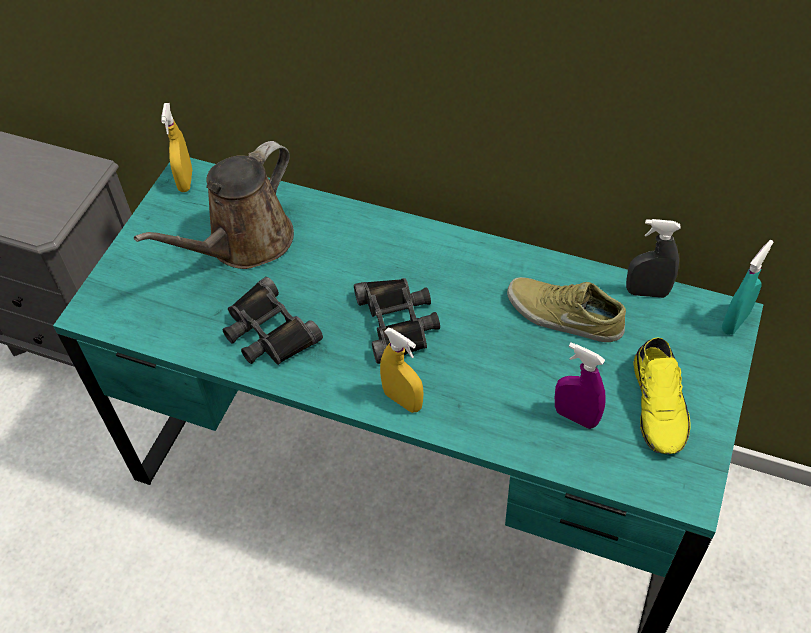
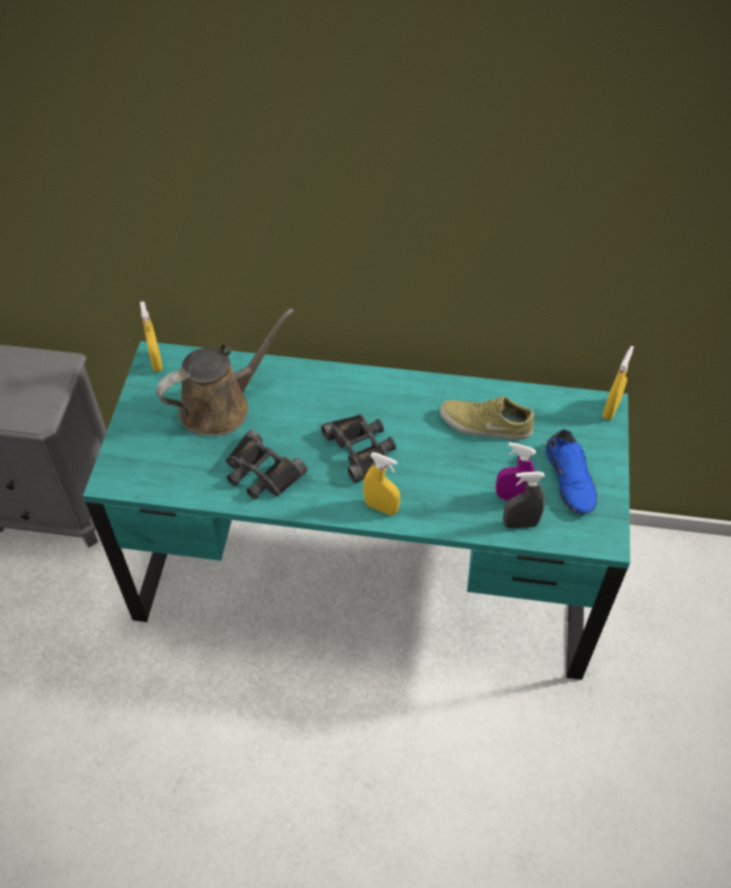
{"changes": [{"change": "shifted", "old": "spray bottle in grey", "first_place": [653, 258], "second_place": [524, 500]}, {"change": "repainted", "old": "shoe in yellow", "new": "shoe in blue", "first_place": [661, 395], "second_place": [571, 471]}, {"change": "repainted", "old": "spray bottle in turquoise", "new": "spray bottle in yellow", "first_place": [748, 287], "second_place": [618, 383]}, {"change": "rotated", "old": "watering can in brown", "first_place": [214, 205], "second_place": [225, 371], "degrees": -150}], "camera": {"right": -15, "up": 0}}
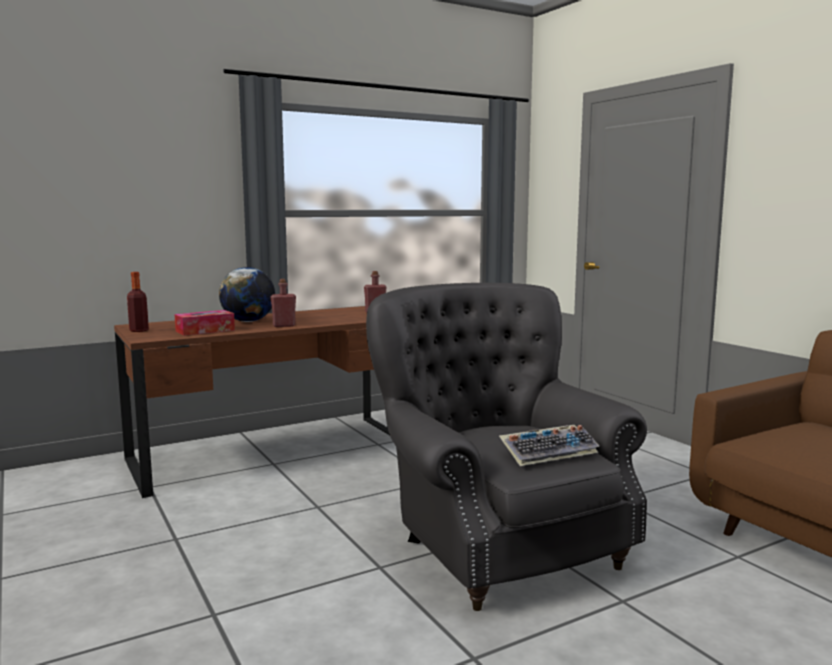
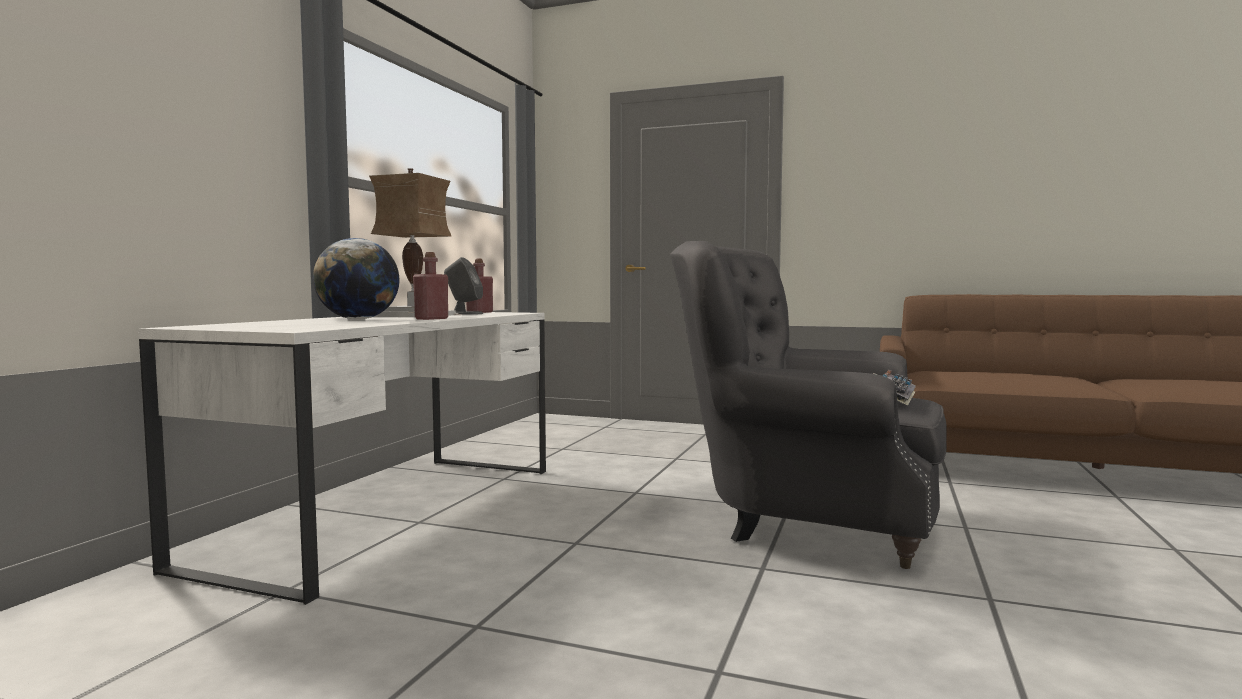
{"changes": [{"change": "gone", "old": "bottle", "first_place": [138, 302]}, {"change": "gone", "old": "tissue box", "first_place": [204, 323]}, {"change": "new", "new": "table lamp", "second_place": [416, 242]}, {"change": "new", "new": "speaker in grey", "second_place": [463, 286]}, {"change": "repainted", "old": "desk in brown", "new": "desk in white", "first_place": [252, 402], "second_place": [342, 458]}], "camera": {"right": -40, "up": -5}}
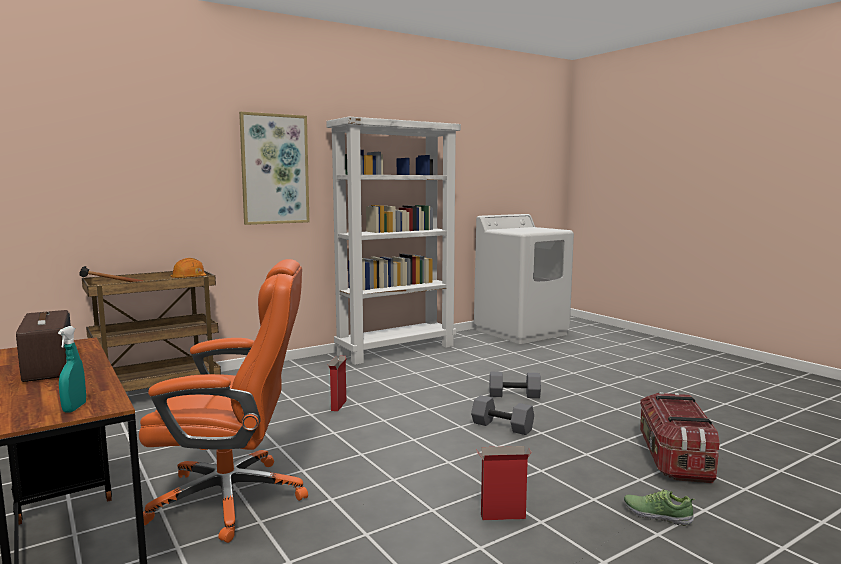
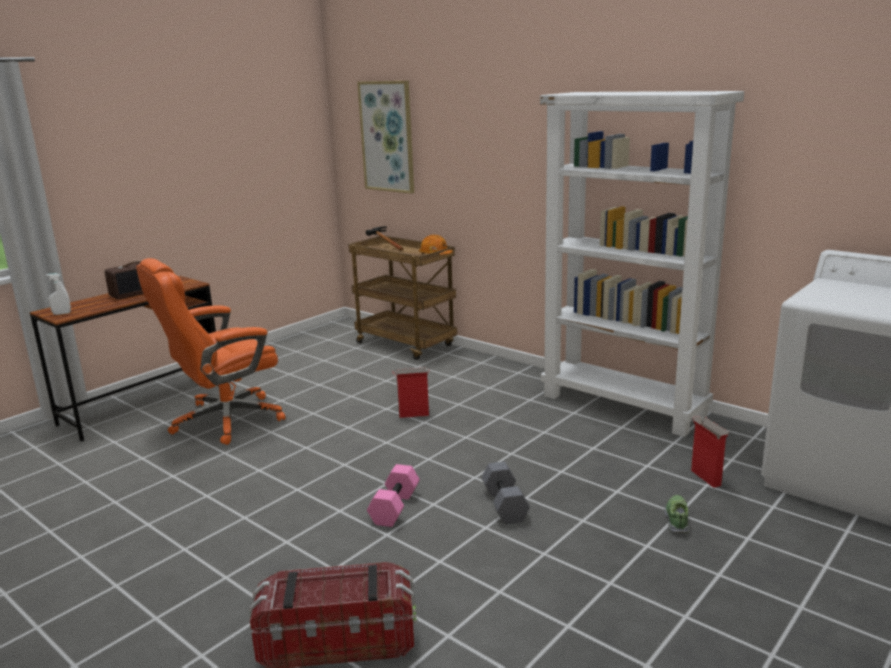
{"changes": [{"change": "shifted", "old": "picture", "first_place": [274, 168], "second_place": [385, 137]}, {"change": "shifted", "old": "cardboard box", "first_place": [503, 483], "second_place": [710, 452]}, {"change": "shifted", "old": "shoe", "first_place": [659, 507], "second_place": [676, 514]}, {"change": "repainted", "old": "spray bottle in turquoise", "new": "spray bottle in white", "first_place": [72, 369], "second_place": [58, 294]}, {"change": "repainted", "old": "dumbbell in grey", "new": "dumbbell in pink", "first_place": [502, 415], "second_place": [393, 495]}, {"change": "rotated", "old": "office chair in orange", "first_place": [223, 401], "second_place": [210, 351], "degrees": 75}], "camera": {"right": 75, "up": 10}}
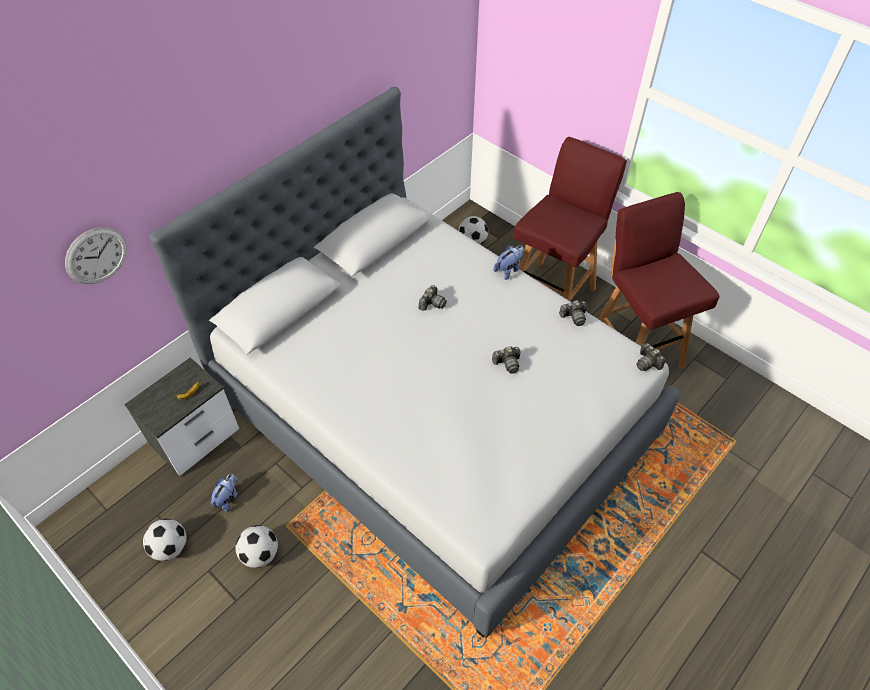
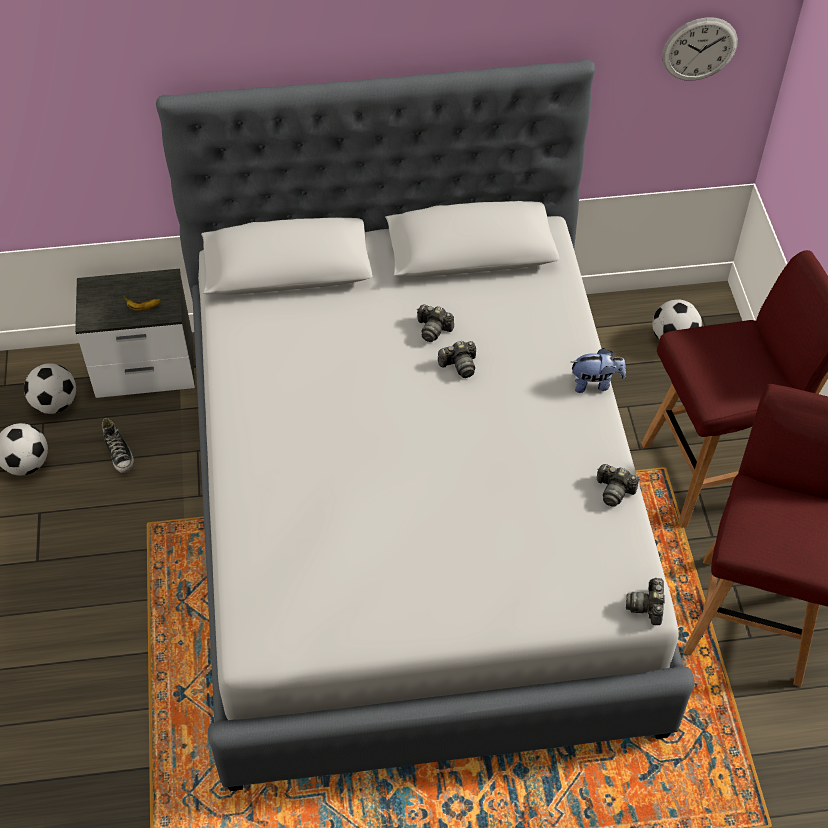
{"changes": [{"change": "shifted", "old": "wall clock", "first_place": [96, 255], "second_place": [700, 49]}, {"change": "shifted", "old": "football", "first_place": [257, 546], "second_place": [50, 388]}, {"change": "shifted", "old": "photo camera", "first_place": [506, 360], "second_place": [435, 323]}, {"change": "swapped", "old": "plush toy", "new": "shoe", "first_place": [224, 493], "second_place": [118, 445]}], "camera": {"right": 40, "up": 0}}
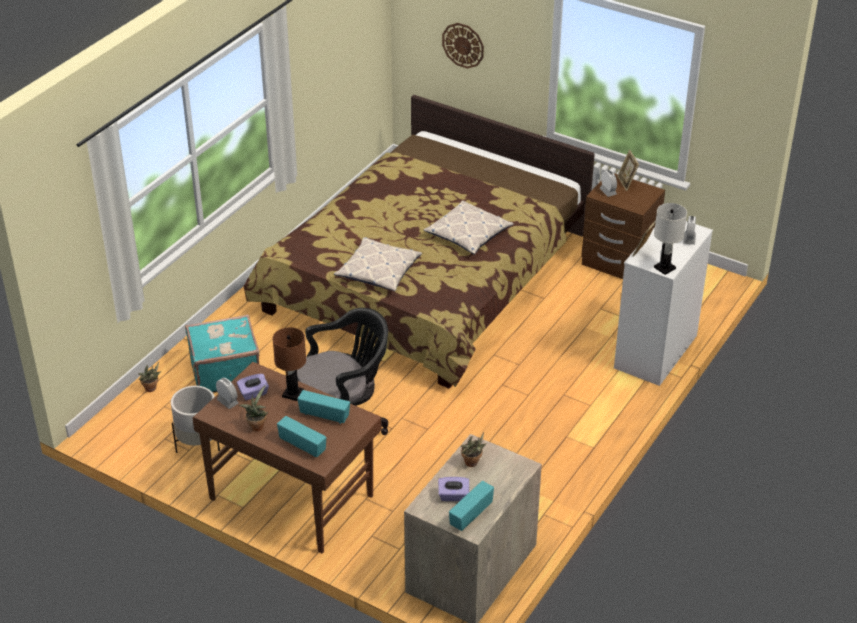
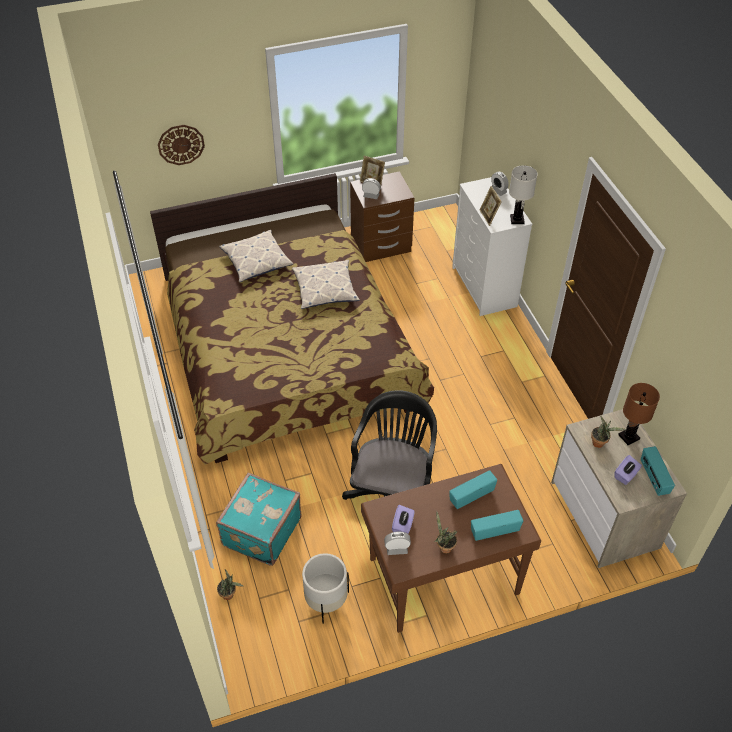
{"changes": [{"change": "shifted", "old": "table lamp in brown", "first_place": [289, 364], "second_place": [639, 414]}, {"change": "shifted", "old": "pillow", "first_place": [378, 264], "second_place": [256, 256]}], "camera": {"right": -50, "up": 10}}
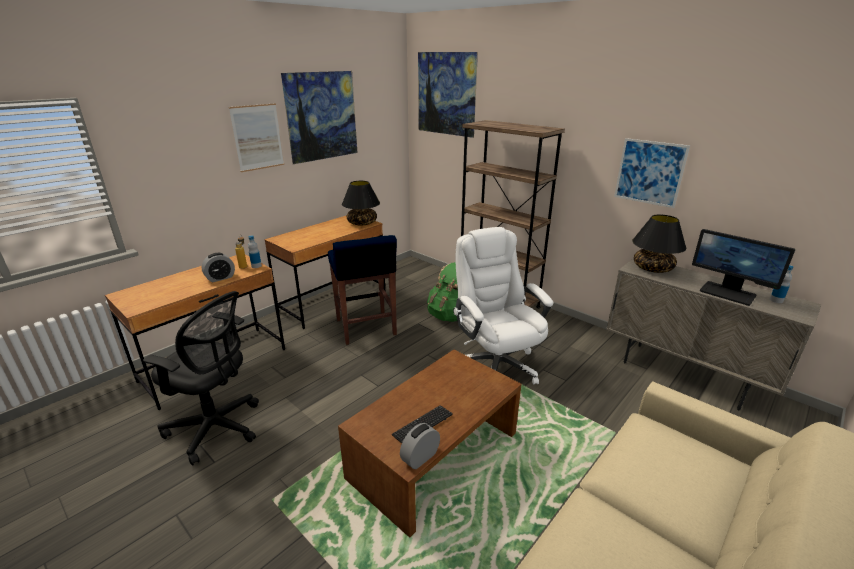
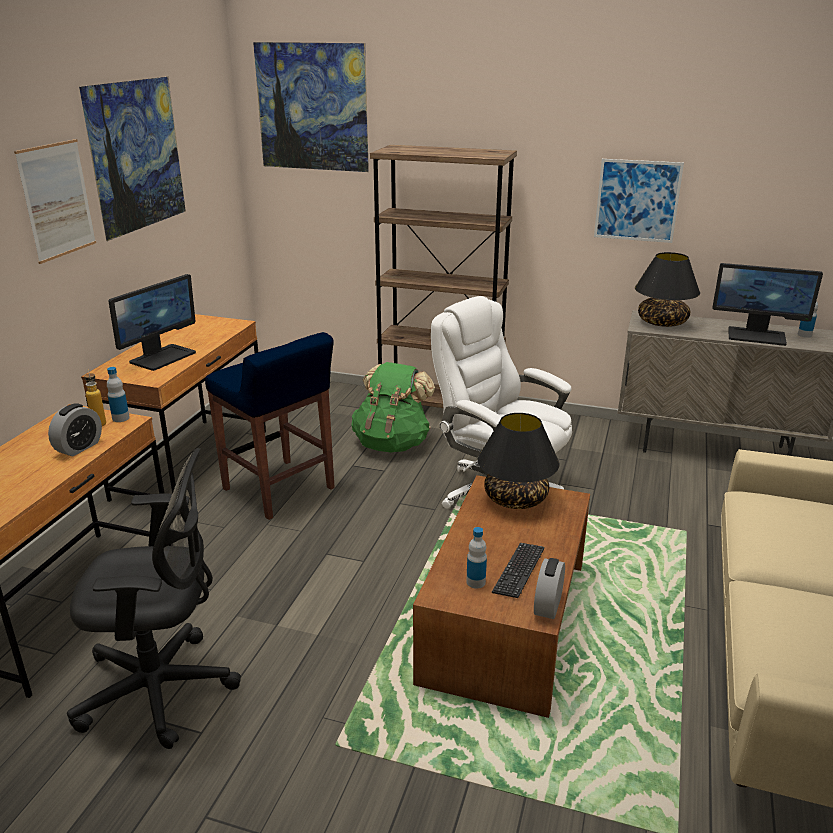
{"changes": [{"change": "new", "new": "monitor", "second_place": [152, 322]}, {"change": "new", "new": "bottle", "second_place": [476, 558]}, {"change": "shifted", "old": "table lamp in black", "first_place": [361, 203], "second_place": [519, 461]}], "camera": {"right": -25, "up": 0}}
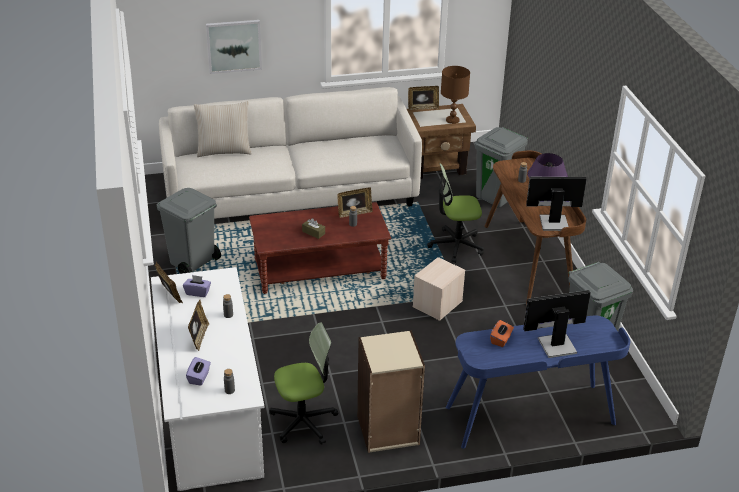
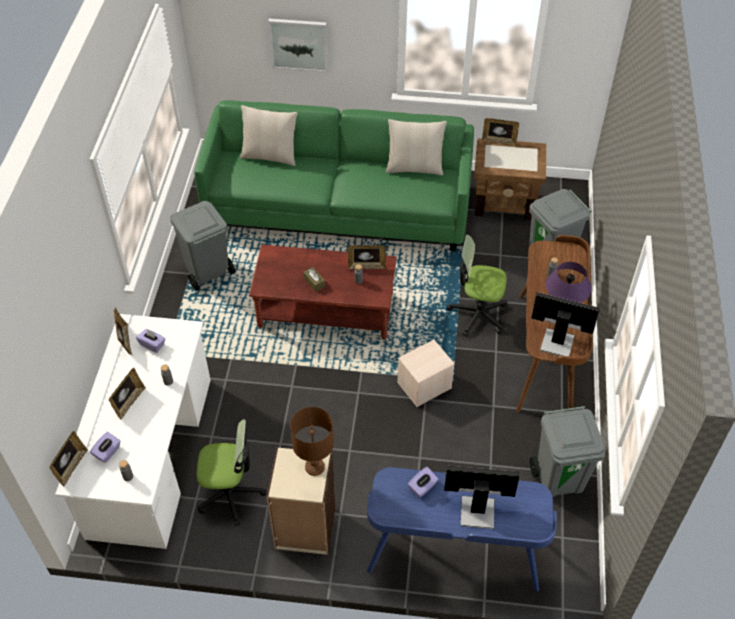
{"changes": [{"change": "new", "new": "picture frame", "second_place": [68, 458]}, {"change": "new", "new": "pillow in beige", "second_place": [416, 147]}, {"change": "shifted", "old": "table lamp in brown", "first_place": [455, 95], "second_place": [312, 441]}, {"change": "repainted", "old": "sofa in white", "new": "sofa in green", "first_place": [290, 153], "second_place": [334, 175]}, {"change": "repainted", "old": "tissue box in orange", "new": "tissue box in purple", "first_place": [502, 333], "second_place": [423, 482]}], "camera": {"right": 20, "up": 15}}
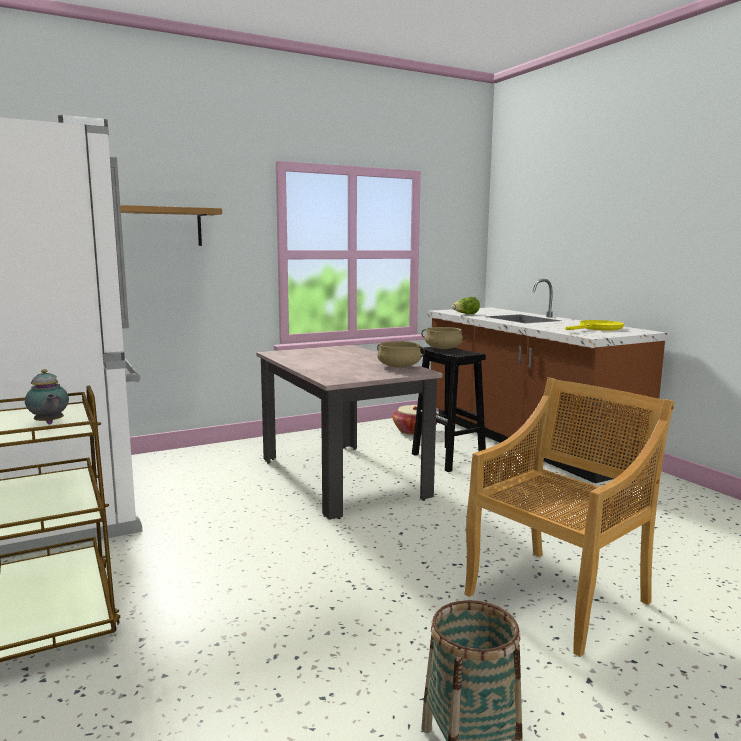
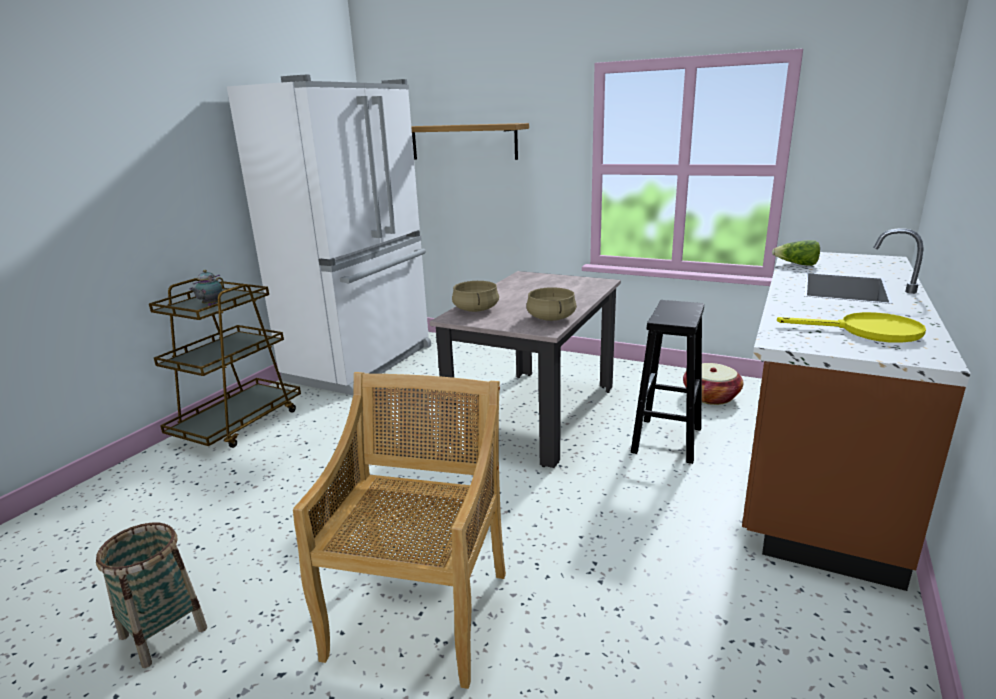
{"changes": [{"change": "shifted", "old": "cooking pot in beige", "first_place": [443, 338], "second_place": [475, 296]}, {"change": "rotated", "old": "chair in beige", "first_place": [569, 517], "second_place": [399, 530], "degrees": -90}], "camera": {"right": 55, "up": 10}}
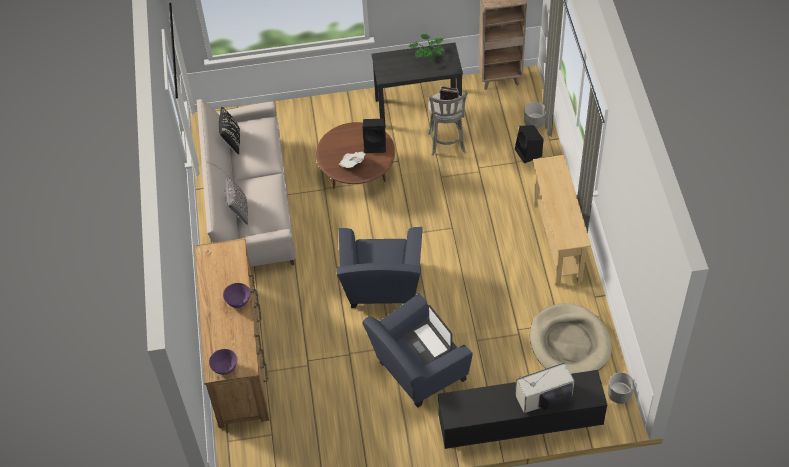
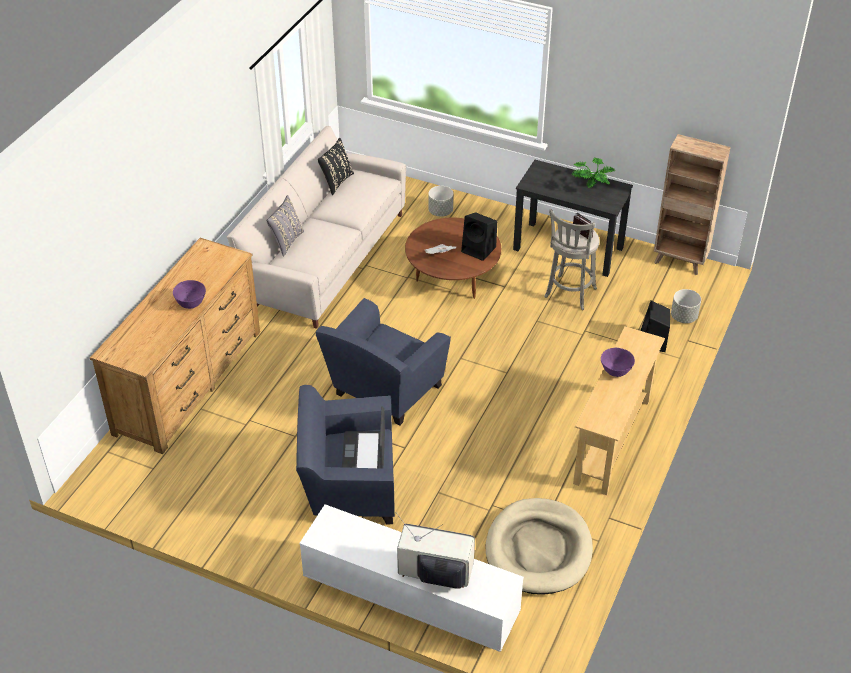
{"changes": [{"change": "shifted", "old": "bowl in purple", "first_place": [223, 362], "second_place": [618, 362]}, {"change": "shifted", "old": "planter in grey", "first_place": [621, 388], "second_place": [440, 201]}, {"change": "repainted", "old": "tv stand in black", "new": "tv stand in white", "first_place": [522, 409], "second_place": [411, 578]}], "camera": {"right": 30, "up": -10}}
